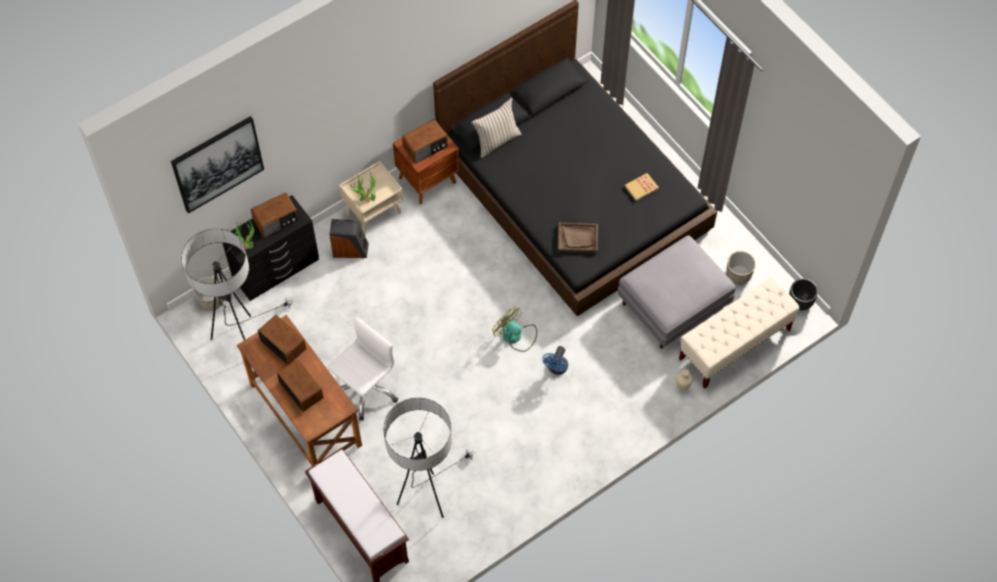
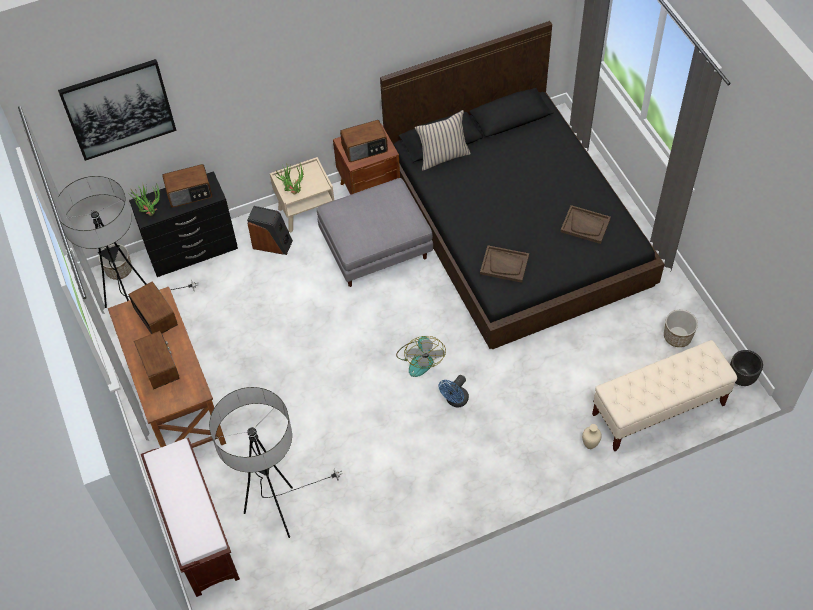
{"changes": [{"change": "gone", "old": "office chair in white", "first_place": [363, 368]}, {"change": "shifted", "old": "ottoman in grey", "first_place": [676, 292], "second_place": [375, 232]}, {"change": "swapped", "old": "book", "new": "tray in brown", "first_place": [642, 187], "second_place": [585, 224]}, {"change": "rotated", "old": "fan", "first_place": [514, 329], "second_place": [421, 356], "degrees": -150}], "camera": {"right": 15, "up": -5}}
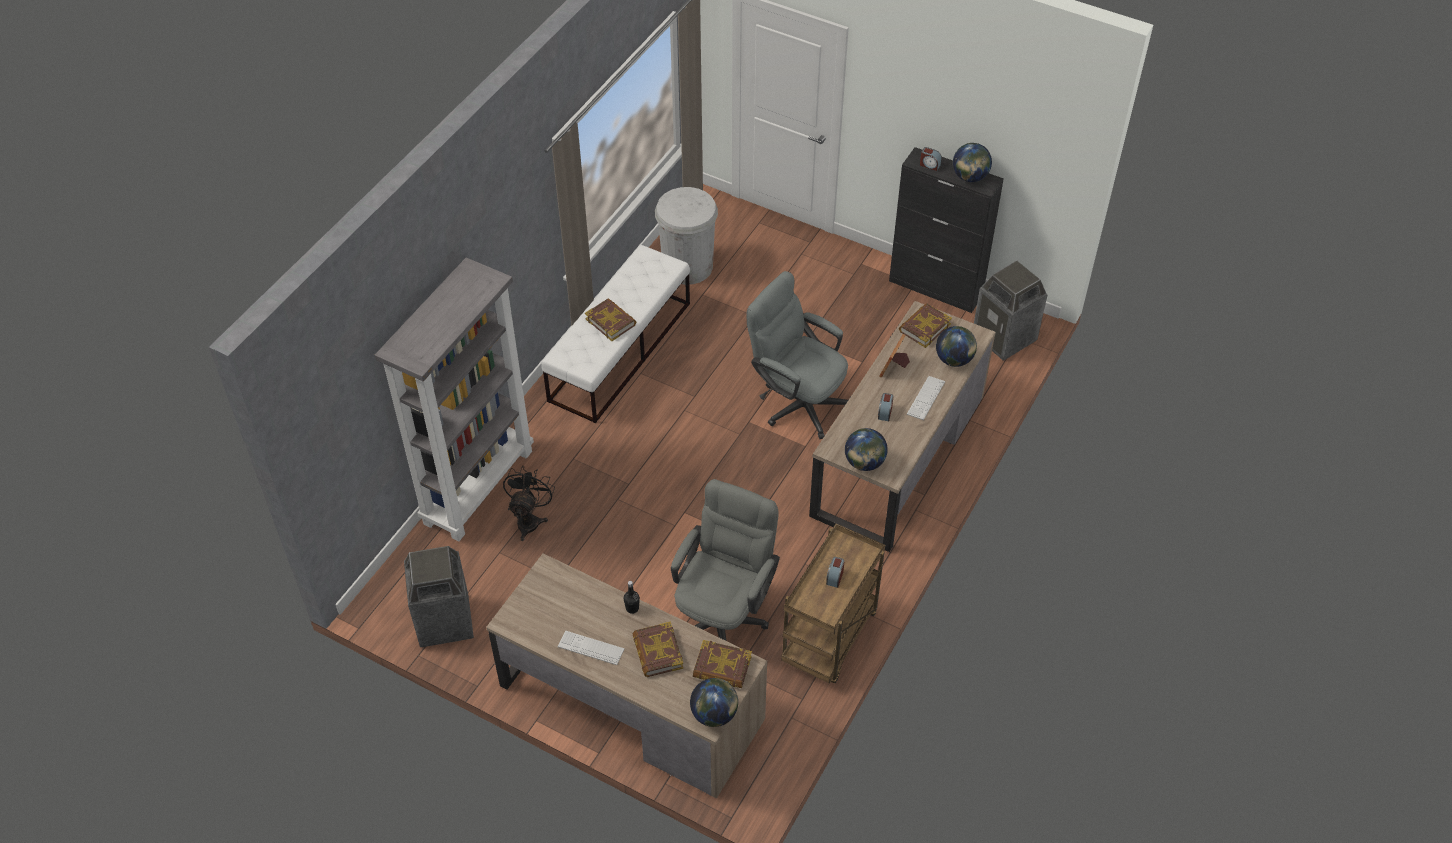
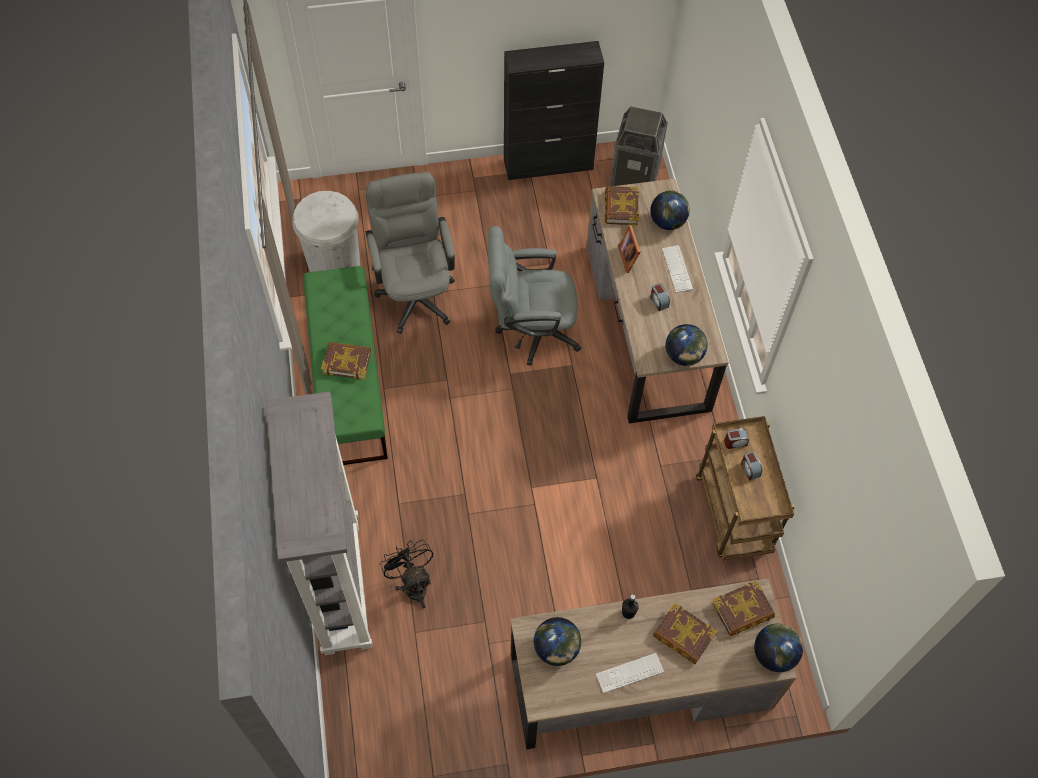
{"changes": [{"change": "gone", "old": "trash can", "first_place": [439, 596]}, {"change": "shifted", "old": "office chair in grey", "first_place": [725, 560], "second_place": [410, 253]}, {"change": "shifted", "old": "alarm clock", "first_place": [931, 159], "second_place": [736, 438]}, {"change": "shifted", "old": "globe", "first_place": [972, 162], "second_place": [557, 641]}, {"change": "repainted", "old": "bench in white", "new": "bench in green", "first_place": [615, 334], "second_place": [345, 365]}], "camera": {"right": -40, "up": 10}}
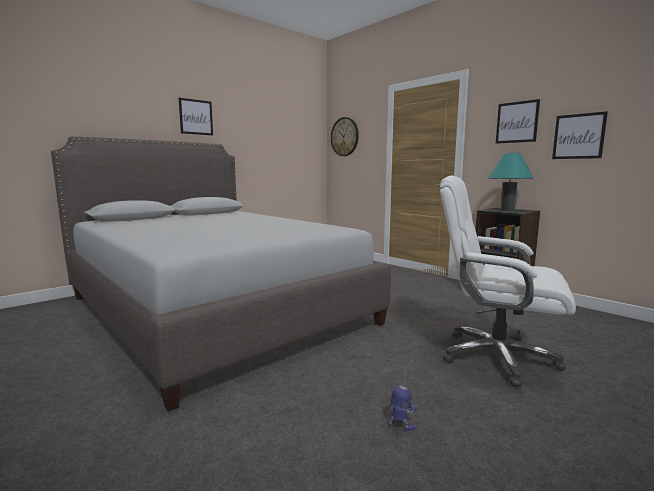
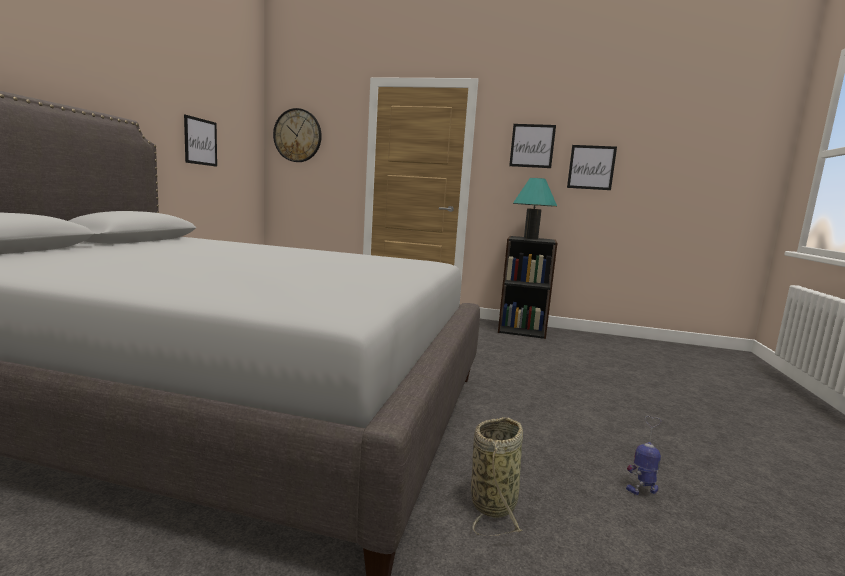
{"changes": [{"change": "gone", "old": "office chair in white", "first_place": [508, 281]}, {"change": "new", "new": "basket", "second_place": [497, 476]}, {"change": "shifted", "old": "picture", "first_place": [196, 116], "second_place": [200, 141]}], "camera": {"right": -35, "up": 0}}
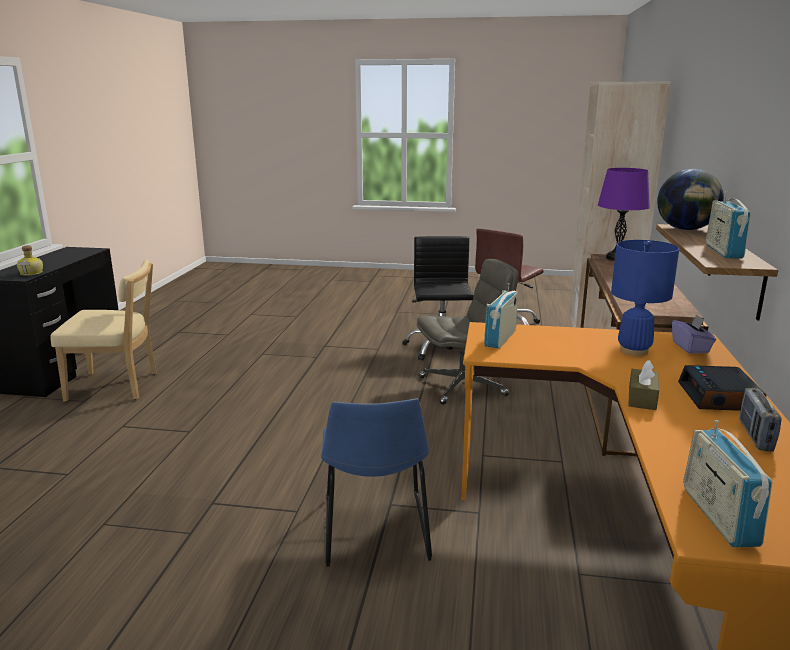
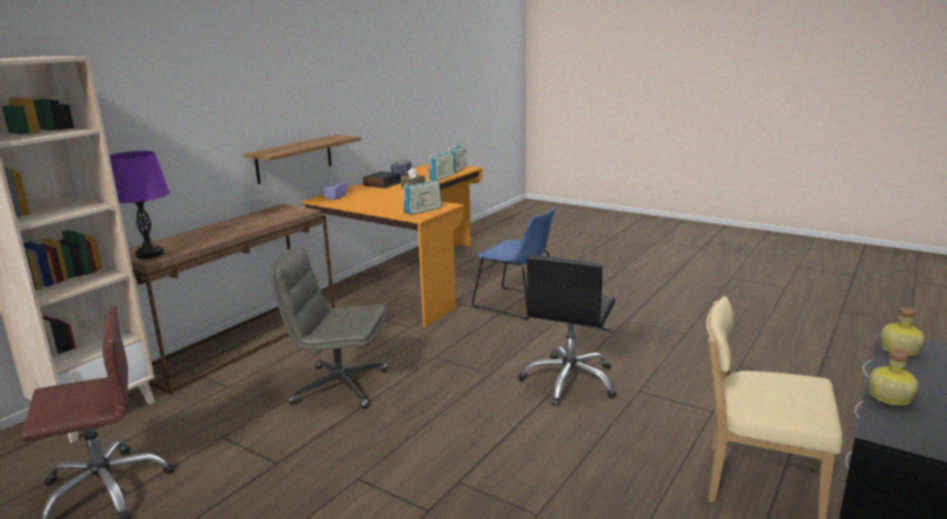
{"changes": [{"change": "gone", "old": "table lamp in blue", "first_place": [645, 298]}, {"change": "gone", "old": "globe", "first_place": [690, 199]}, {"change": "new", "new": "bottle", "second_place": [894, 377]}, {"change": "shifted", "old": "office chair in black", "first_place": [438, 298], "second_place": [567, 330]}, {"change": "shifted", "old": "radio", "first_place": [728, 225], "second_place": [441, 166]}, {"change": "rotated", "old": "chair in blue", "first_place": [376, 482], "second_place": [514, 263], "degrees": 105}], "camera": {"right": -155, "up": 0}}
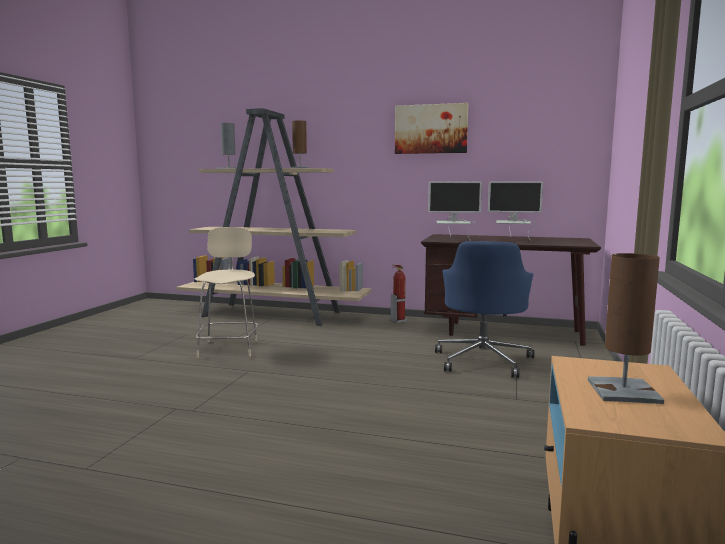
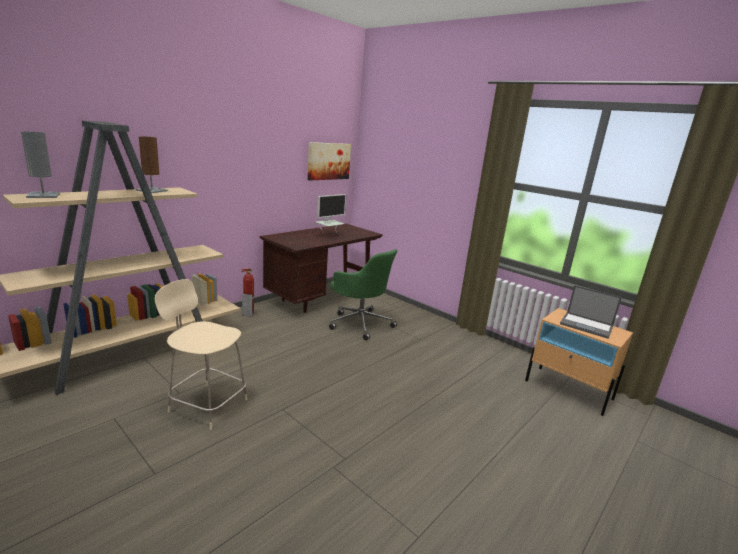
{"changes": [{"change": "gone", "old": "monitor", "first_place": [455, 211]}, {"change": "shifted", "old": "picture", "first_place": [431, 128], "second_place": [329, 161]}, {"change": "swapped", "old": "table lamp in brown", "new": "laptop", "first_place": [626, 328], "second_place": [591, 312]}, {"change": "repainted", "old": "office chair in blue", "new": "office chair in green", "first_place": [484, 309], "second_place": [363, 294]}], "camera": {"right": -65, "up": 10}}
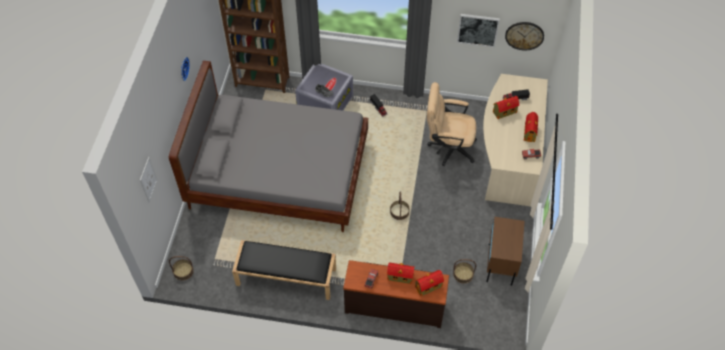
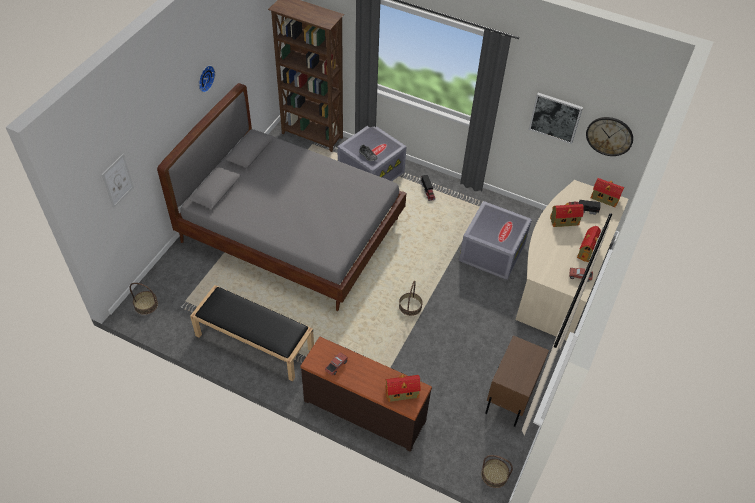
{"changes": [{"change": "shifted", "old": "toy house", "first_place": [401, 273], "second_place": [607, 192]}, {"change": "shifted", "old": "basket", "first_place": [464, 271], "second_place": [497, 471]}, {"change": "swapped", "old": "office chair in beige", "new": "storage box in grey", "first_place": [452, 124], "second_place": [495, 240]}], "camera": {"right": 15, "up": -5}}
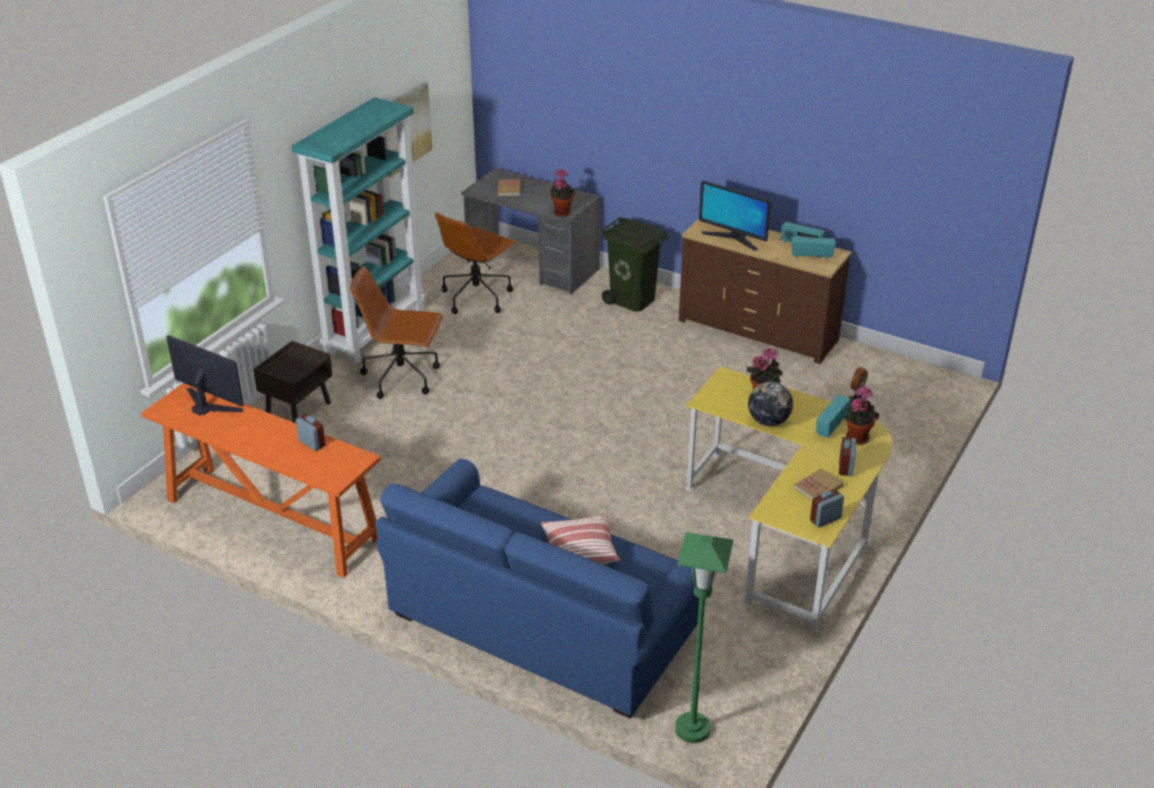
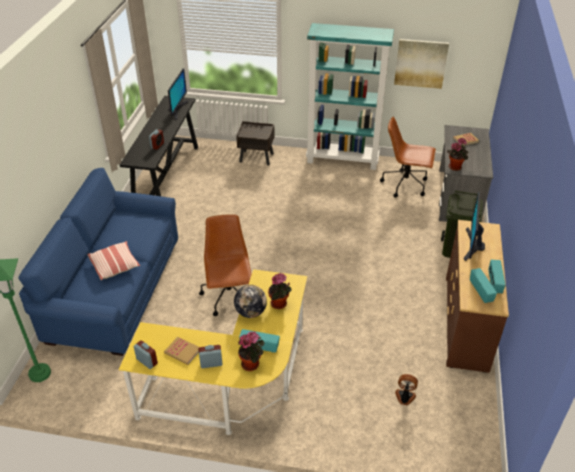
{"changes": [{"change": "shifted", "old": "office chair in brown", "first_place": [397, 332], "second_place": [225, 265]}, {"change": "repainted", "old": "console table in orange", "new": "console table in black", "first_place": [261, 480], "second_place": [159, 146]}], "camera": {"right": 70, "up": 5}}
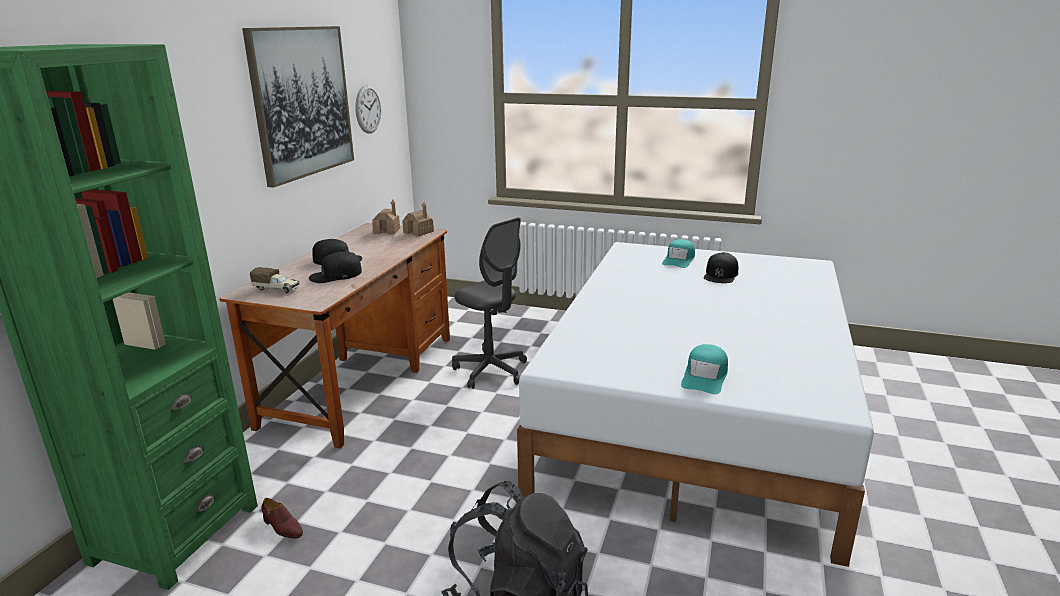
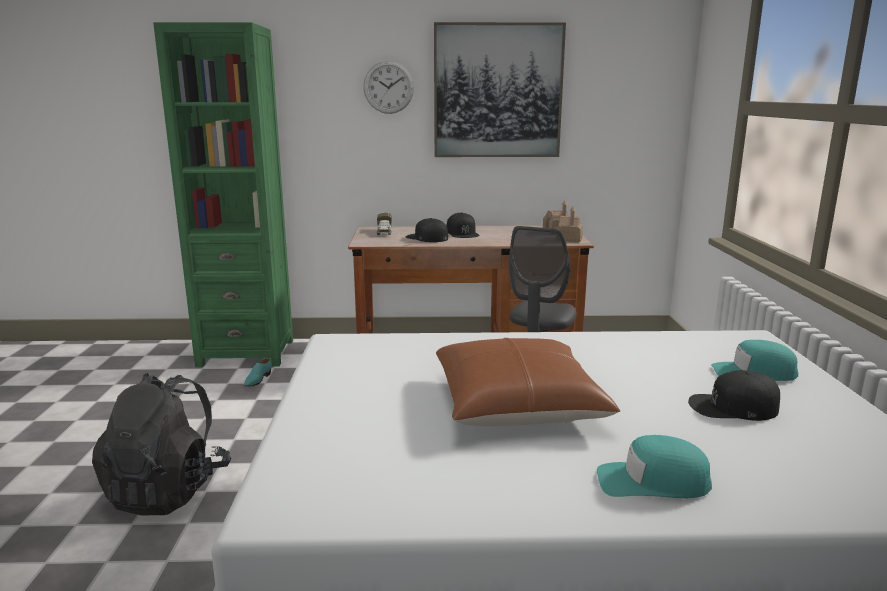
{"changes": [{"change": "new", "new": "pillow in brown", "second_place": [528, 382]}, {"change": "shifted", "old": "wall clock", "first_place": [368, 109], "second_place": [388, 87]}, {"change": "shifted", "old": "cap in turquoise", "first_place": [704, 369], "second_place": [654, 466]}, {"change": "repainted", "old": "shoe in brown", "new": "shoe in turquoise", "first_place": [282, 518], "second_place": [258, 372]}], "camera": {"right": 70, "up": -5}}
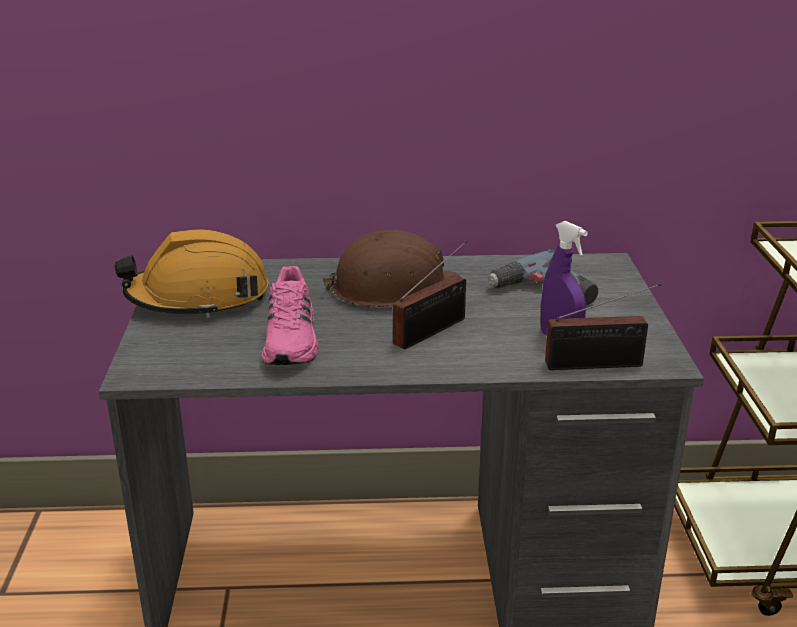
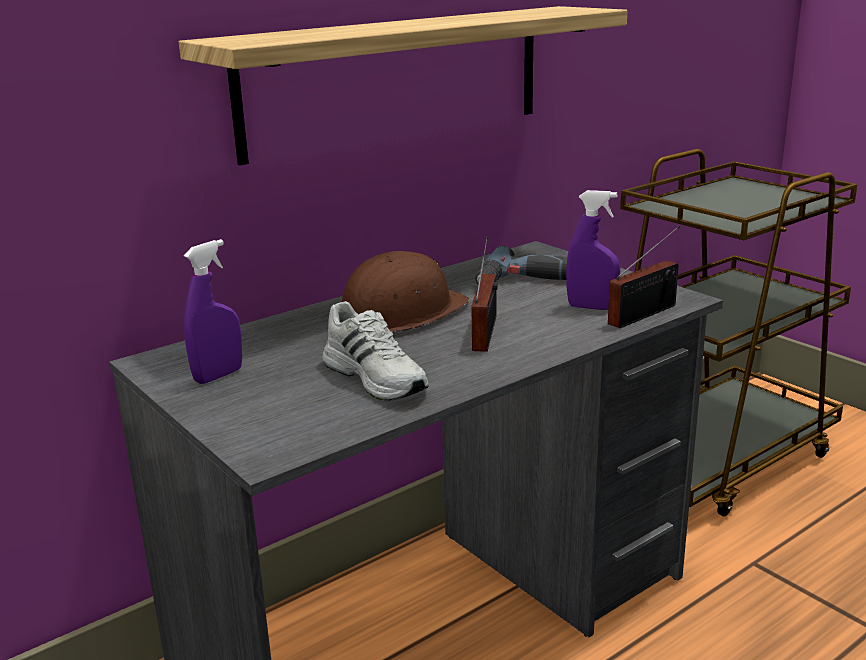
{"changes": [{"change": "new", "new": "shelf", "second_place": [403, 85]}, {"change": "swapped", "old": "hard hat in orange", "new": "spray bottle in purple", "first_place": [191, 273], "second_place": [213, 311]}, {"change": "repainted", "old": "shoe in pink", "new": "shoe in white", "first_place": [290, 315], "second_place": [375, 351]}], "camera": {"right": -35, "up": -5}}
